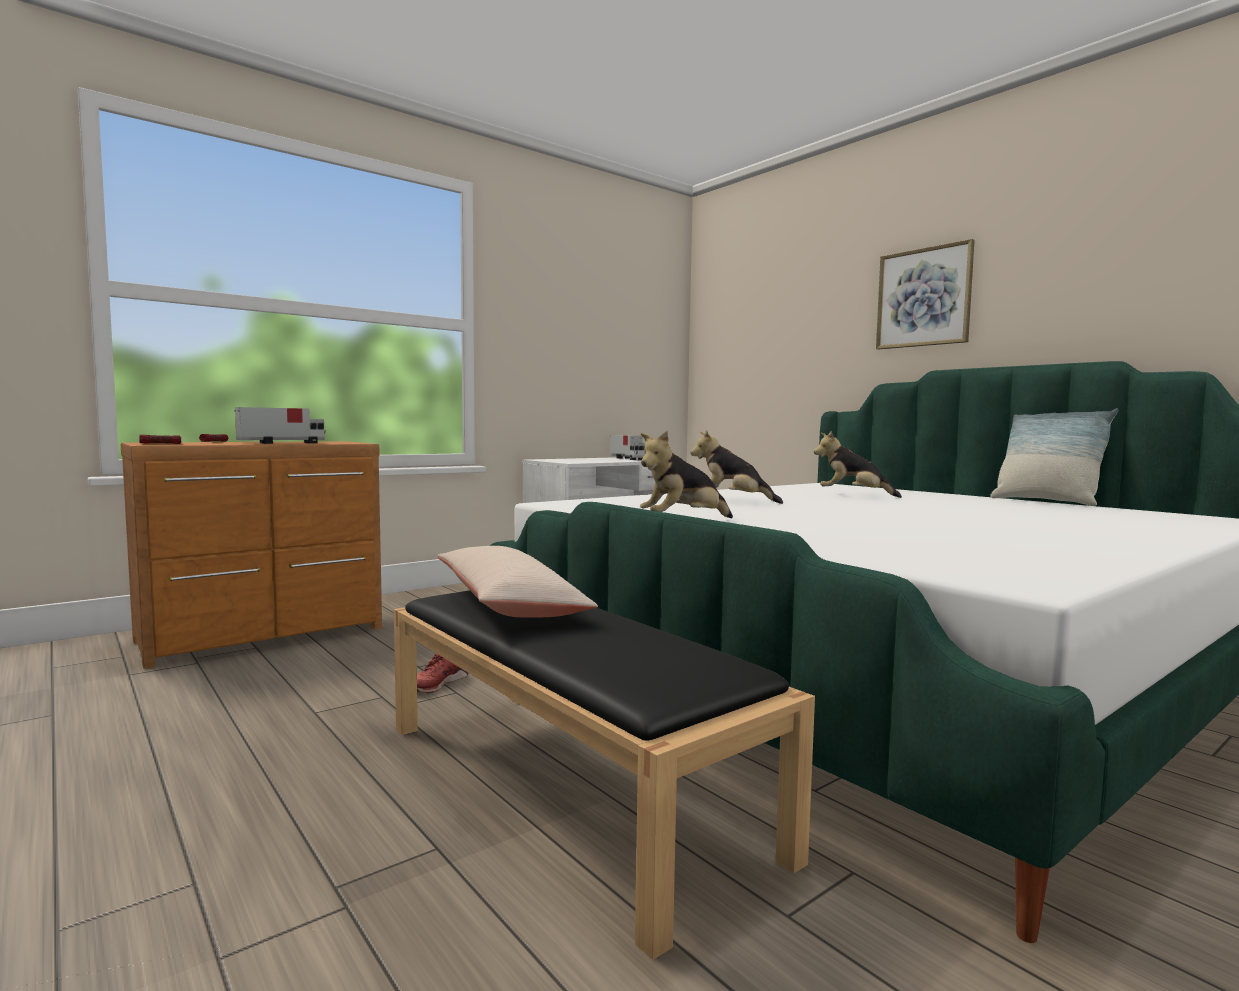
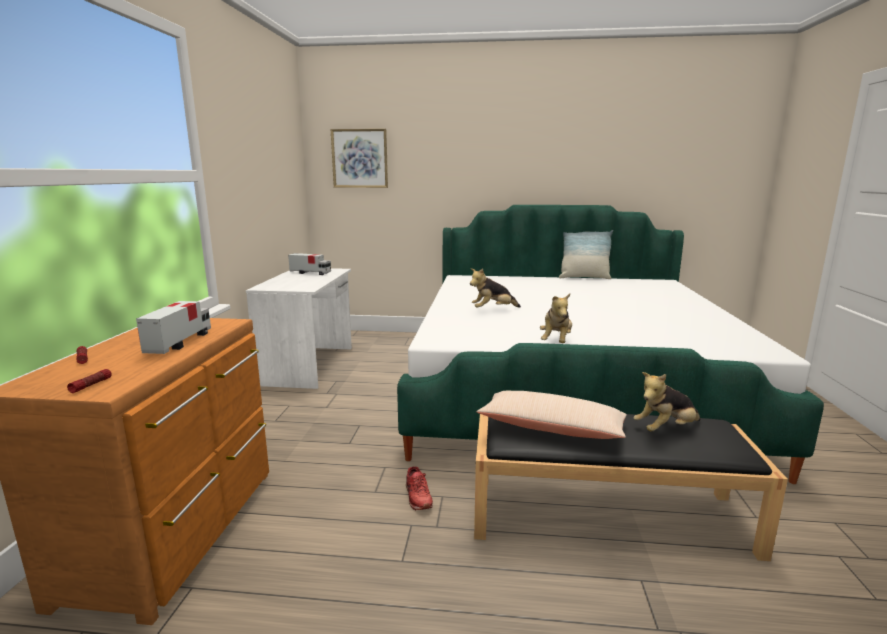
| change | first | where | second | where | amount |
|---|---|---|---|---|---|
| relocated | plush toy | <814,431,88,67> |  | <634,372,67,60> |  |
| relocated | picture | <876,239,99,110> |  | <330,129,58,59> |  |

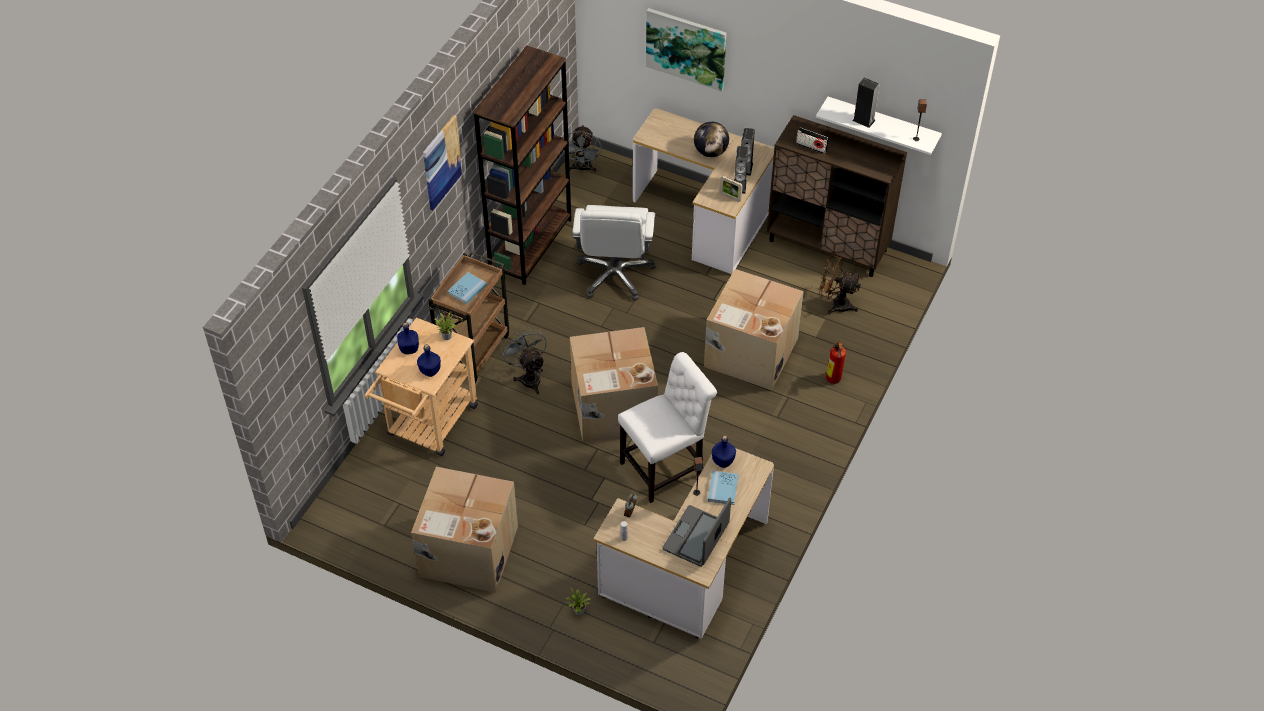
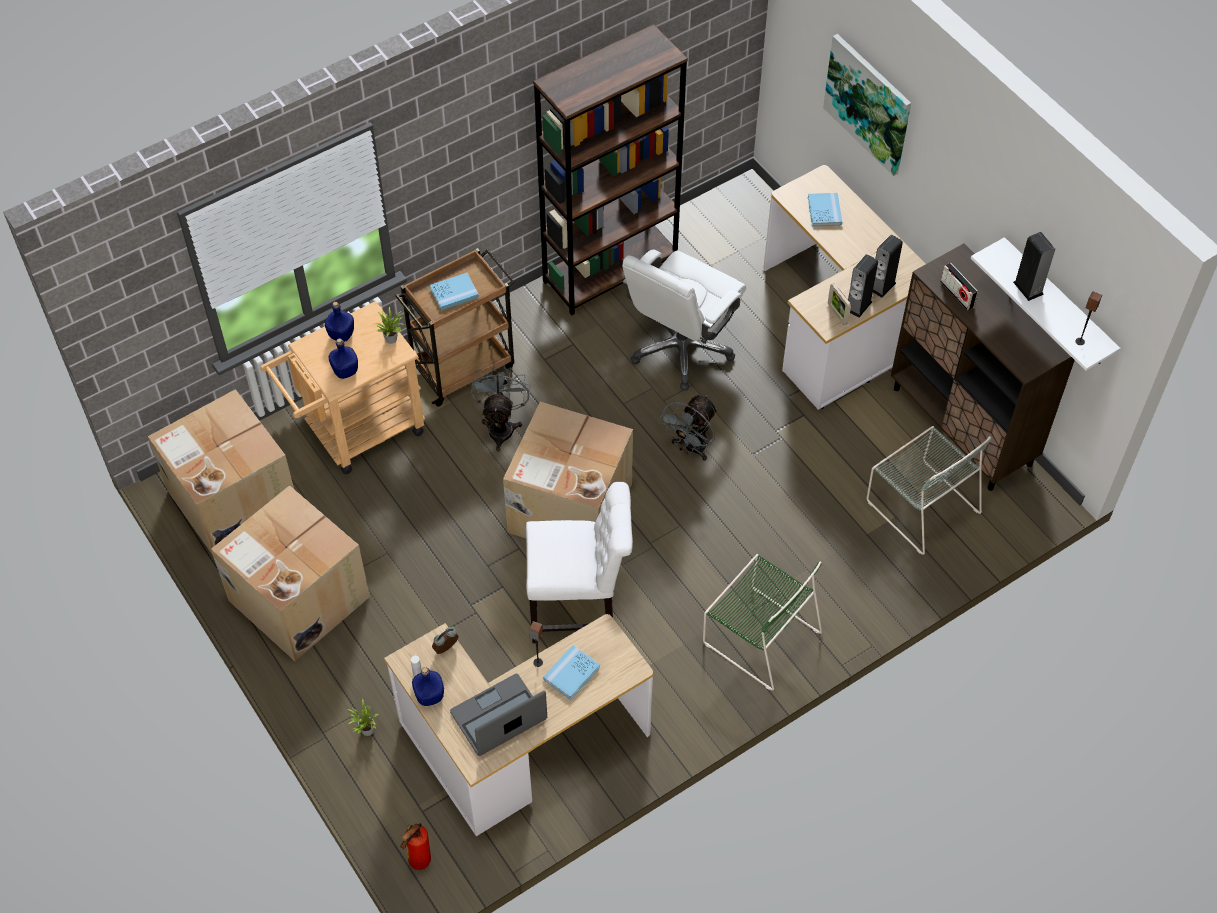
| change | first | where | second | where | amount |
|---|---|---|---|---|---|
| missing | picture | <423,115,40,95> |  |  |  |
| missing | globe | <694,122,35,35> |  |  |  |
| appeared |  |  | green chair | <703,554,119,136> |  |
| appeared |  |  | blue book | <808,193,34,34> |  |
| relocated | grey fan | <561,125,41,48> |  | <658,395,60,66> |  |
| relocated | cardboard box | <704,269,100,121> |  | <148,389,146,166> |  |
| relocated | blue bottle | <712,435,24,33> |  | <412,667,32,39> |  |
| relocated | fire extinguisher | <826,341,20,43> |  | <400,823,31,47> |  |
| exchanged | brown fan | <819,255,42,59> | grey chair | <867,426,124,129> |  |

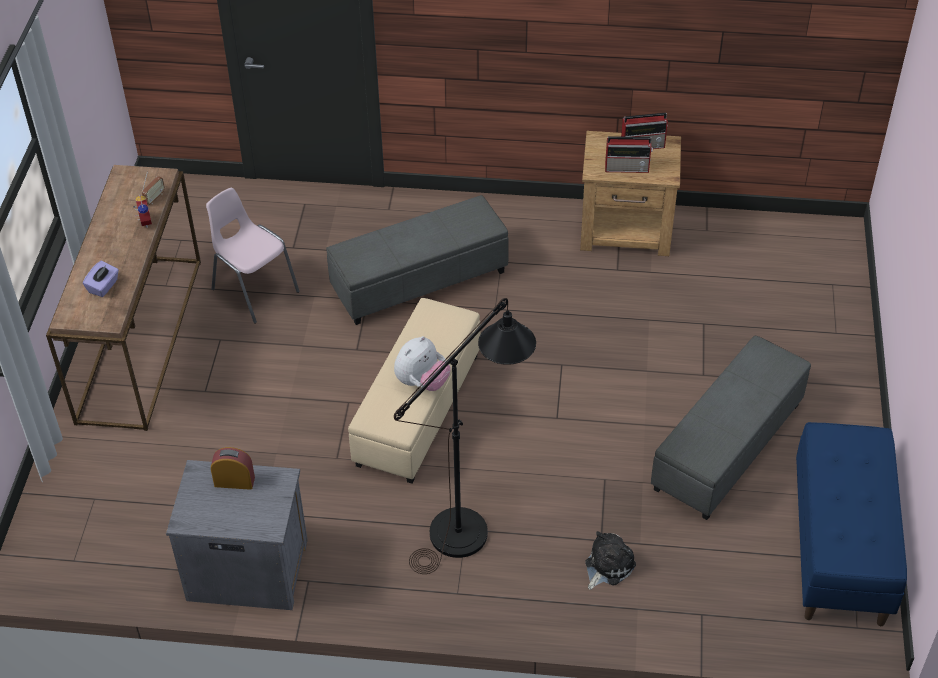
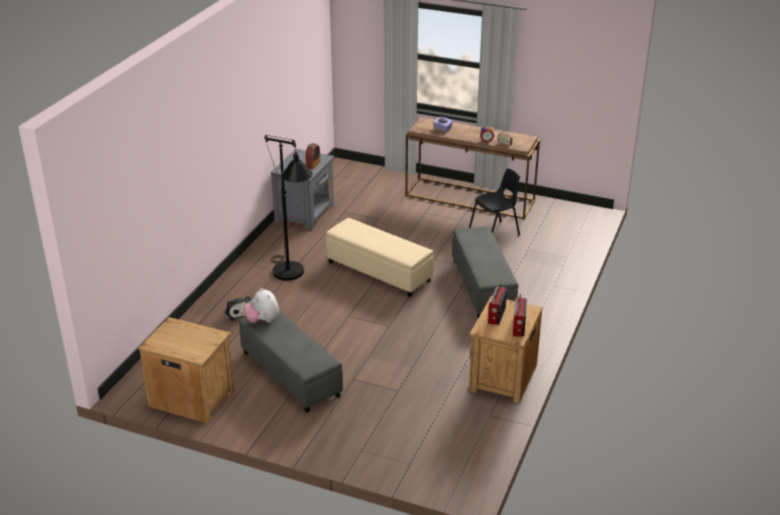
| change | first | where | second | where | amount |
|---|---|---|---|---|---|
| relocated | plush toy | <394,336,57,55> |  | <244,288,35,35> |  |
| exchanged | blue bench | <796,422,111,204> | brown nightstand | <138,317,96,106> |  |
| colour | pink chair | <206,188,94,136> | black chair | <469,168,51,68> |  |

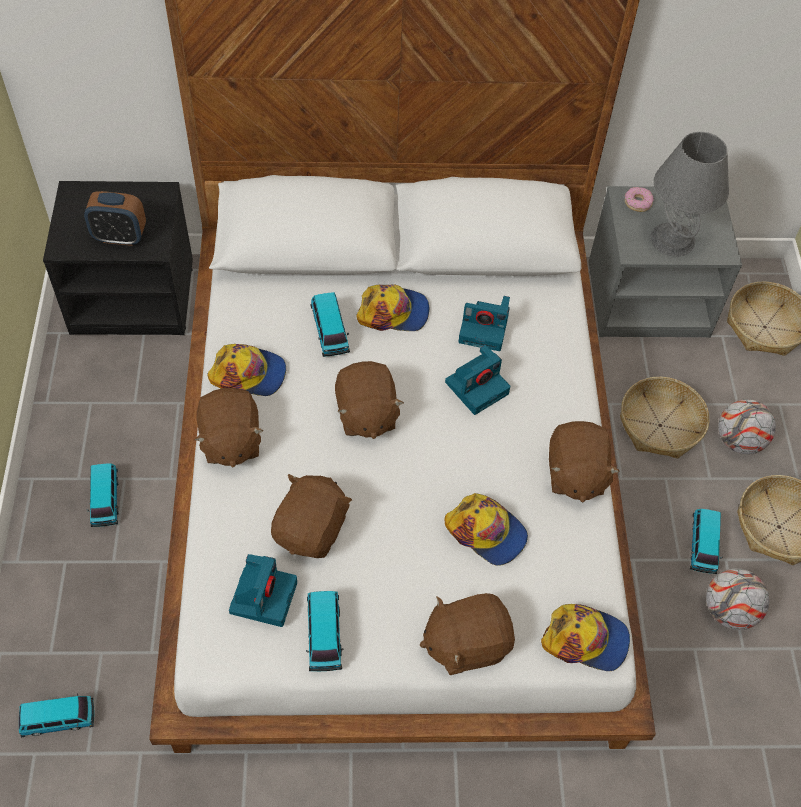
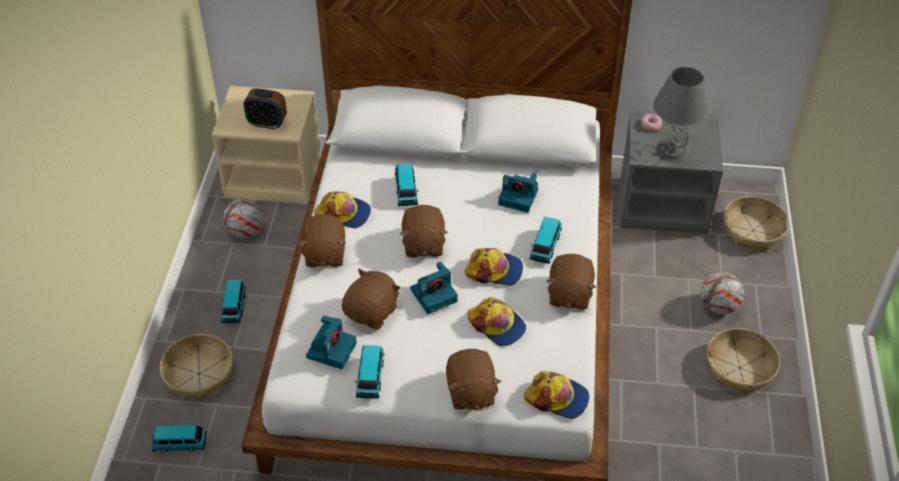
| change | first | where | second | where | amount |
|---|---|---|---|---|---|
| relocated | cap | <356,284,73,47> |  | <465,248,58,38> |  |
| relocated | photo camera | <445,345,65,70> |  | <410,262,48,52> |  |
| relocated | basket | <620,377,89,81> |  | <160,334,73,66> |  |
| relocated | toy car | <690,509,33,65> |  | <529,217,33,47> |  |
| relocated | football | <706,568,63,62> |  | <224,198,40,40> |  |
| colour | black nightstand | <43,181,150,154> | beige nightstand | <211,86,110,118> |  |
| spun | brown plush toy | <420,593,95,82> |  | <446,349,55,62> | 90 degrees counterclockwise |

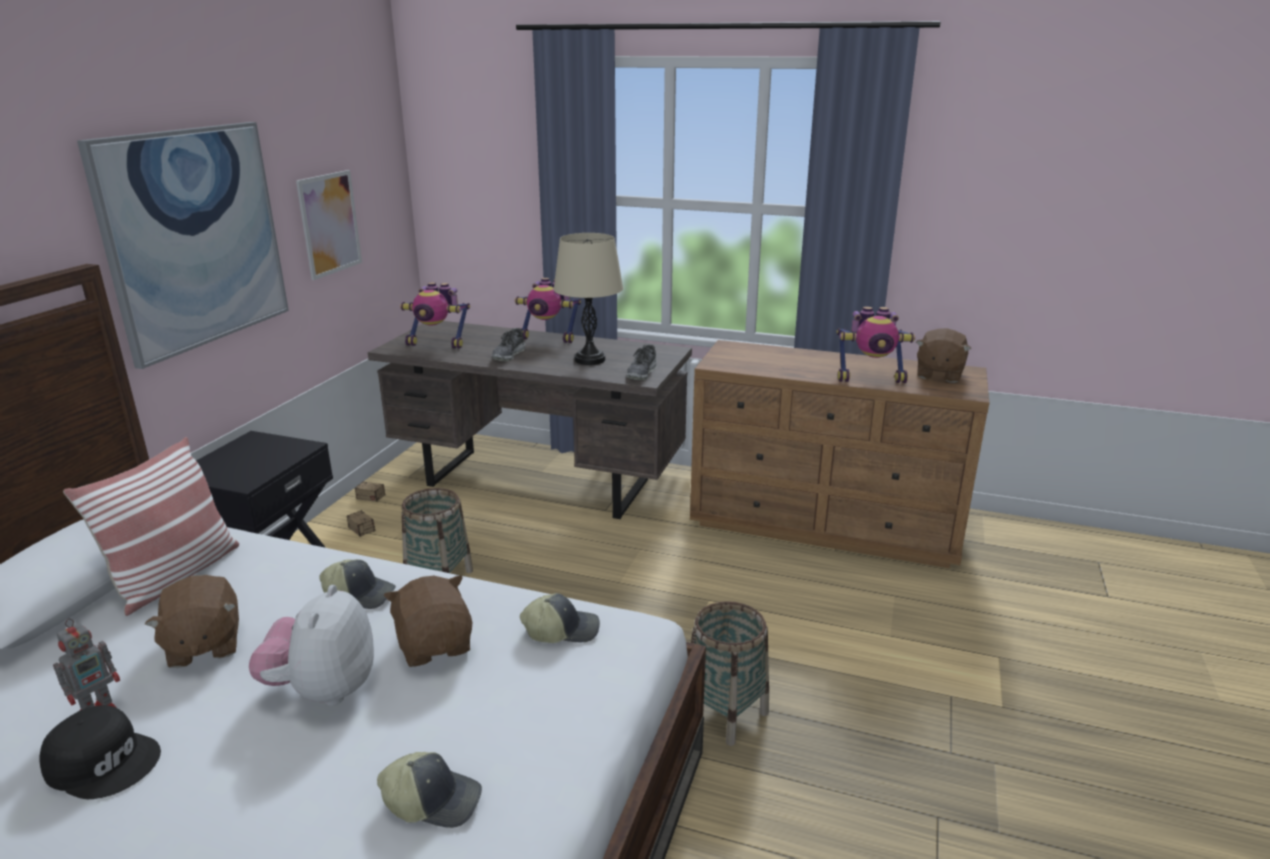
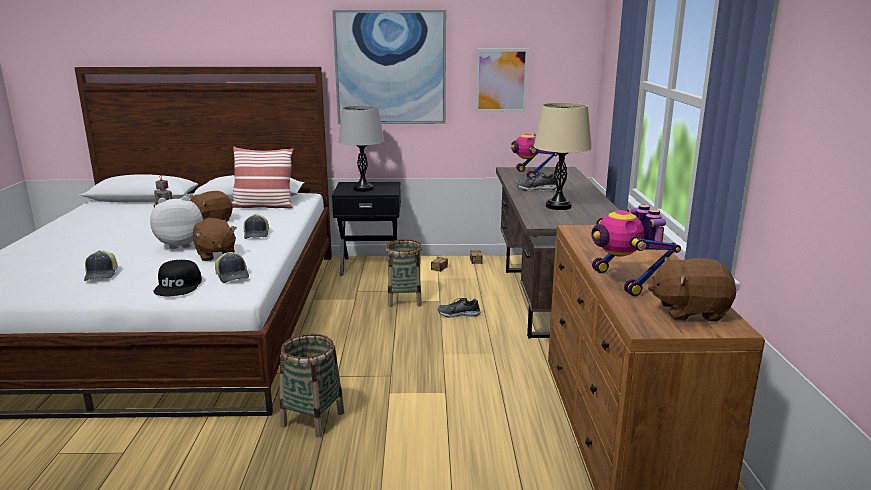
| change | first | where | second | where | amount |
|---|---|---|---|---|---|
| missing | toy robot | <514,278,67,65> |  |  |  |
| appeared |  |  | grey table lamp | <339,106,45,86> |  |
| relocated | black cap | <40,705,121,94> |  | <153,260,49,36> |  |
| relocated | shoe | <626,345,31,35> |  | <437,298,44,20> |  |
| spun | brown plush toy | <384,575,88,92> |  | <192,218,45,43> | 105 degrees clockwise |

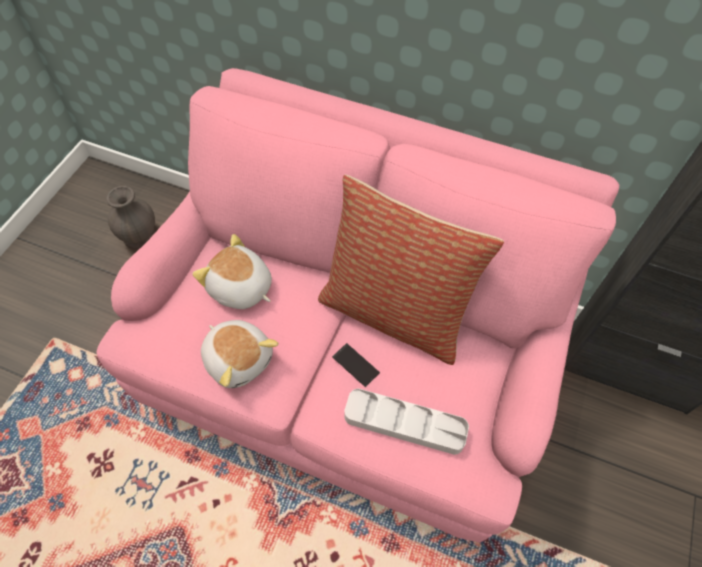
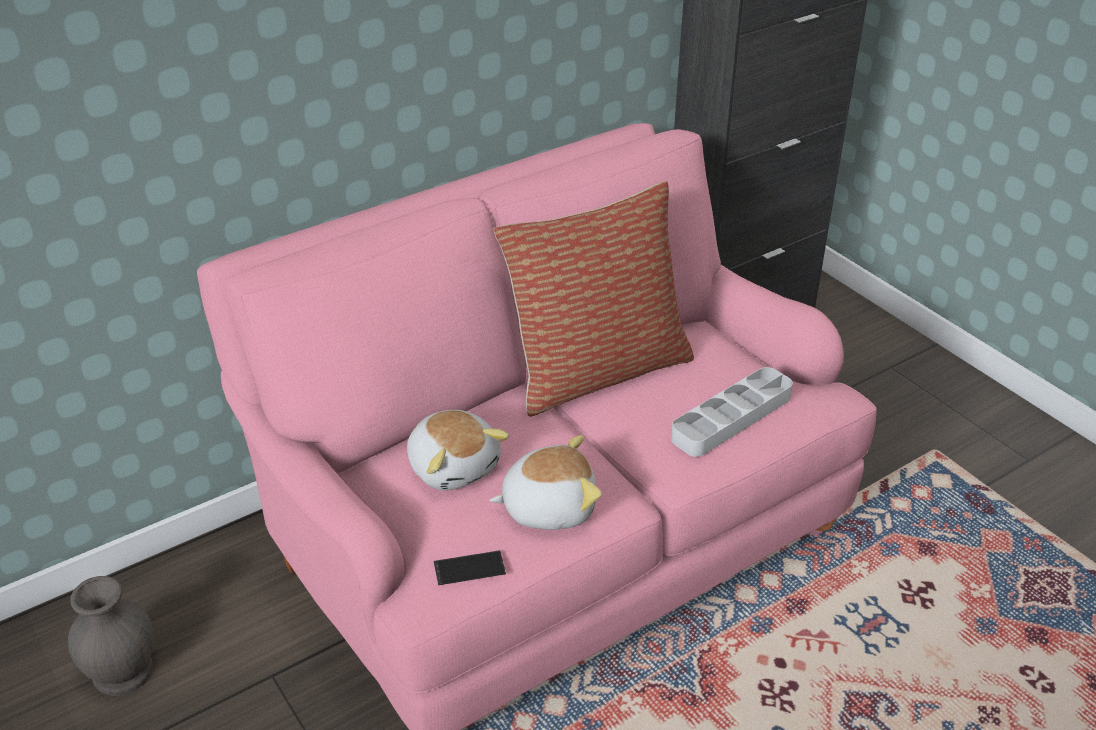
| change | first | where | second | where | amount |
|---|---|---|---|---|---|
| relocated | phone | <332,343,48,44> |  | <434,550,72,35> |  |
| spun | plush toy | <192,234,80,75> |  | <407,410,102,81> | 105 degrees counterclockwise |

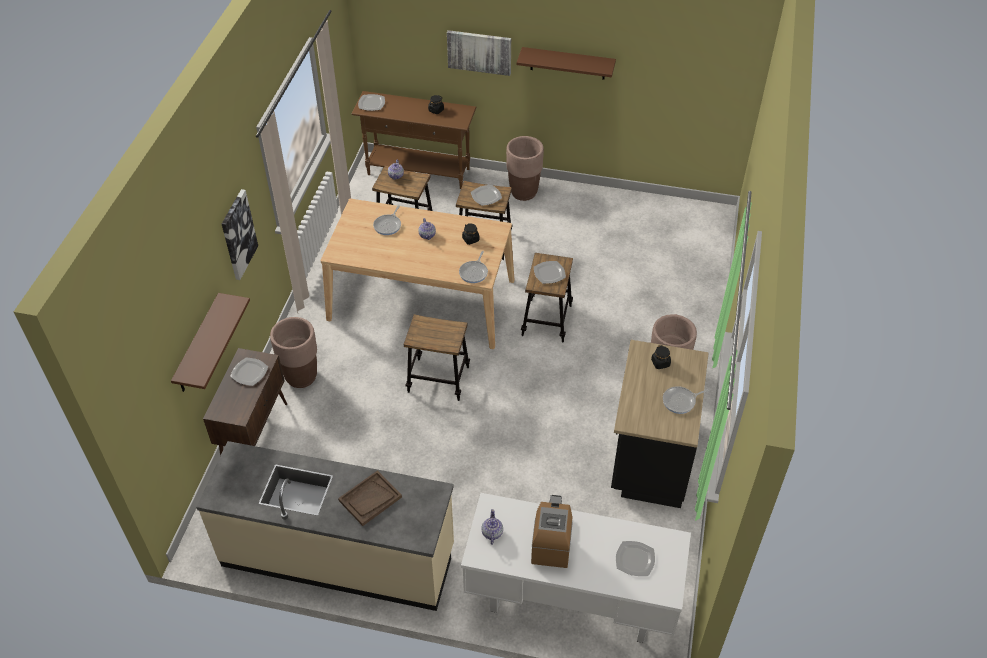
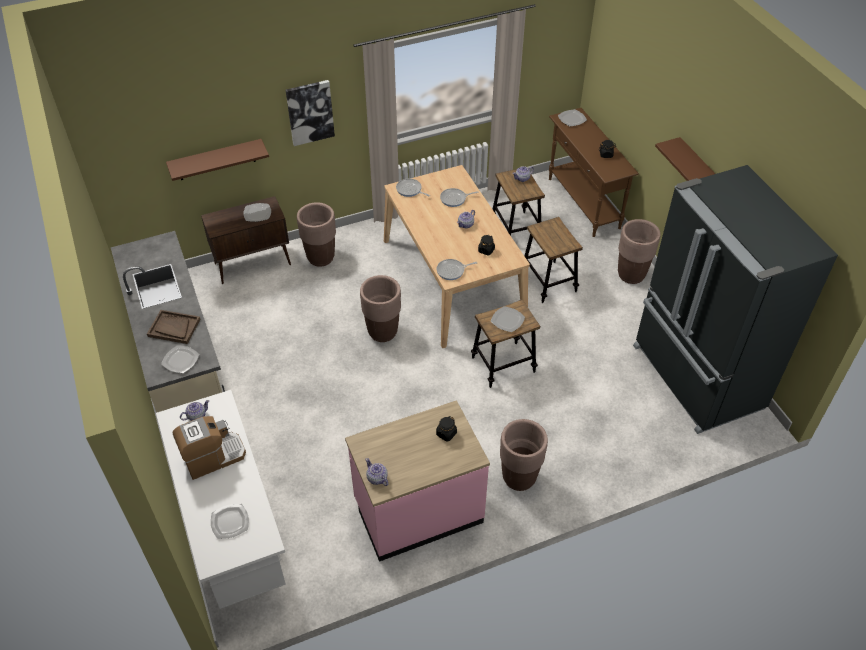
| change | first | where | second | where | amount |
|---|---|---|---|---|---|
| missing | picture | <447,30,64,46> |  |  |  |
| appeared |  |  | teapot | <365,458,23,28> |  |
| appeared |  |  | black fridge | <633,165,205,269> |  |
| relocated | plate | <471,185,31,21> |  | <161,345,38,28> |  |
| relocated | frying pan | <663,386,47,28> |  | <396,178,34,19> |  |
| exchanged | stool | <404,314,66,87> | brown planter | <360,275,41,67> |  |
| colour | black counter | <611,340,98,168> | pink counter | <345,400,145,162> |  |

